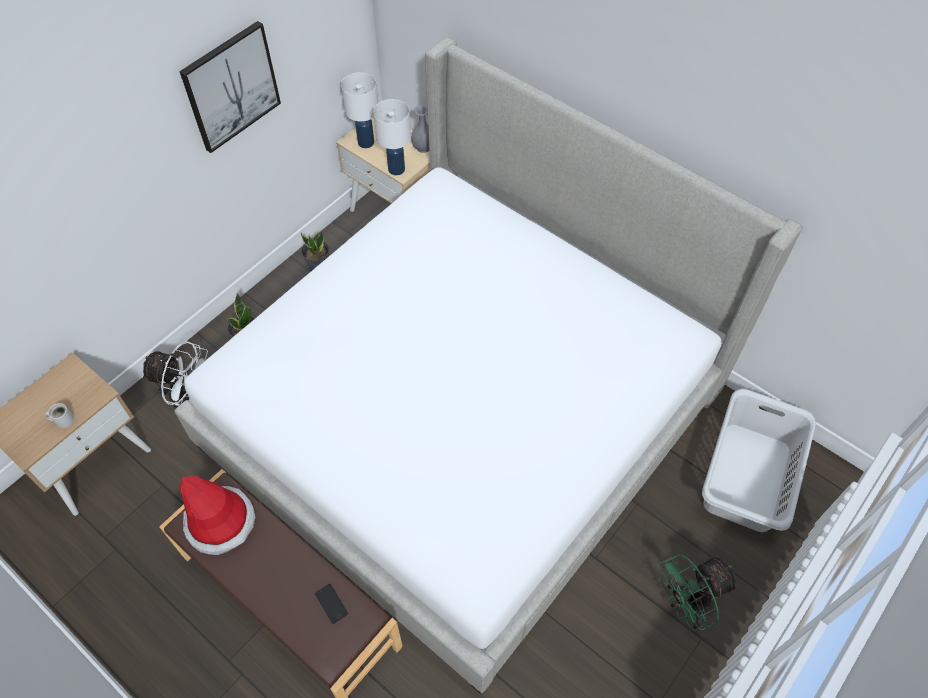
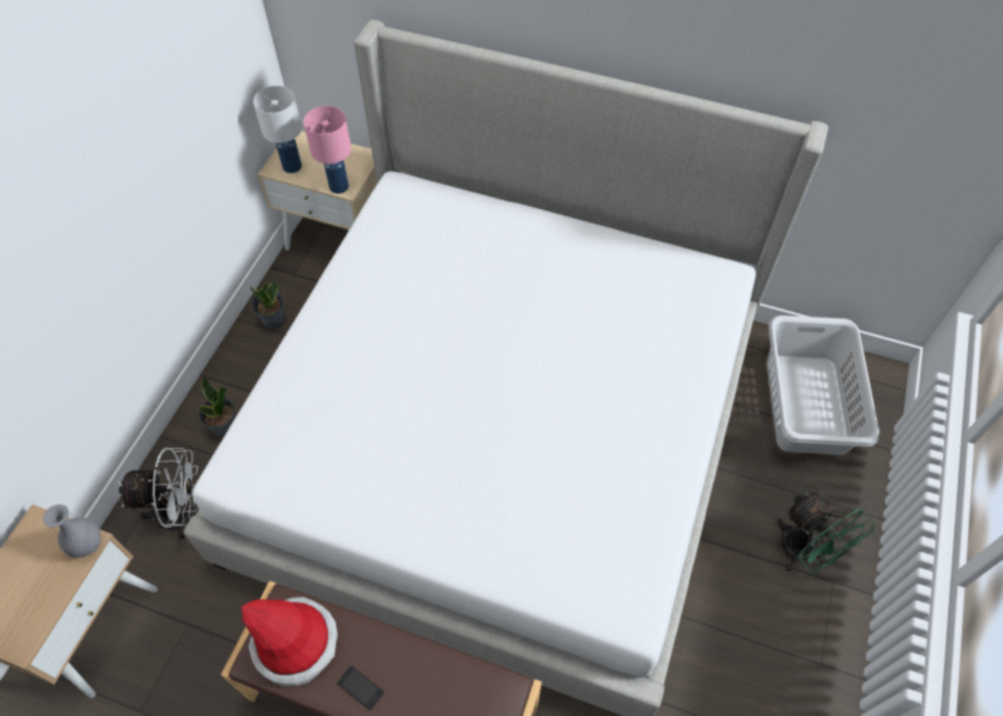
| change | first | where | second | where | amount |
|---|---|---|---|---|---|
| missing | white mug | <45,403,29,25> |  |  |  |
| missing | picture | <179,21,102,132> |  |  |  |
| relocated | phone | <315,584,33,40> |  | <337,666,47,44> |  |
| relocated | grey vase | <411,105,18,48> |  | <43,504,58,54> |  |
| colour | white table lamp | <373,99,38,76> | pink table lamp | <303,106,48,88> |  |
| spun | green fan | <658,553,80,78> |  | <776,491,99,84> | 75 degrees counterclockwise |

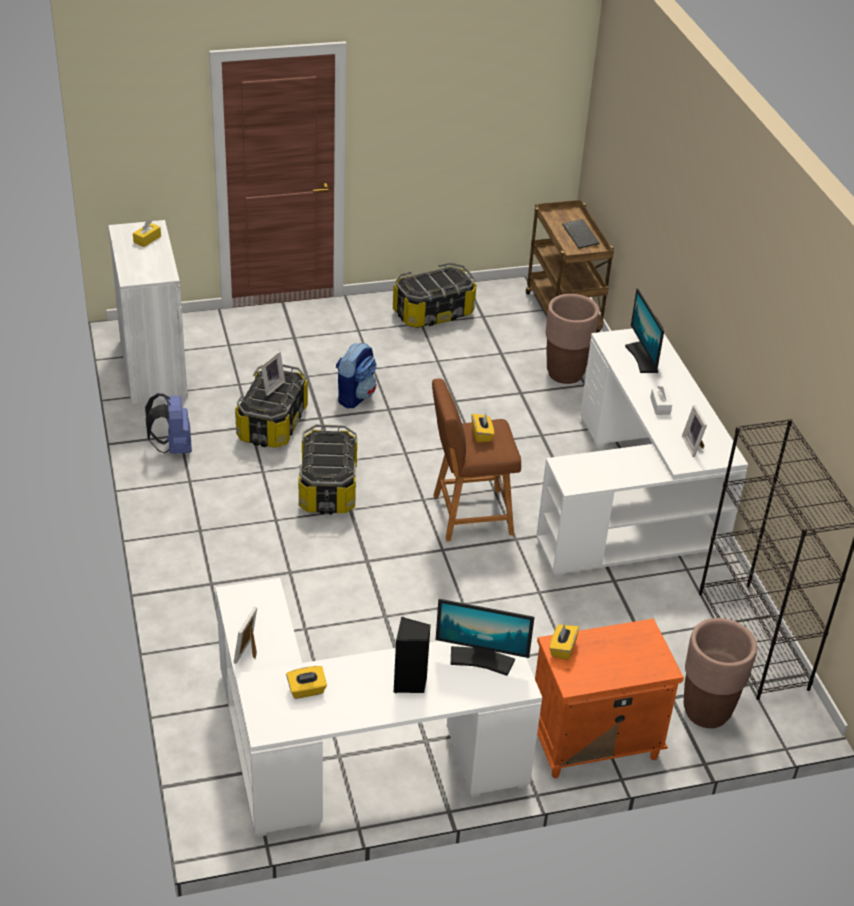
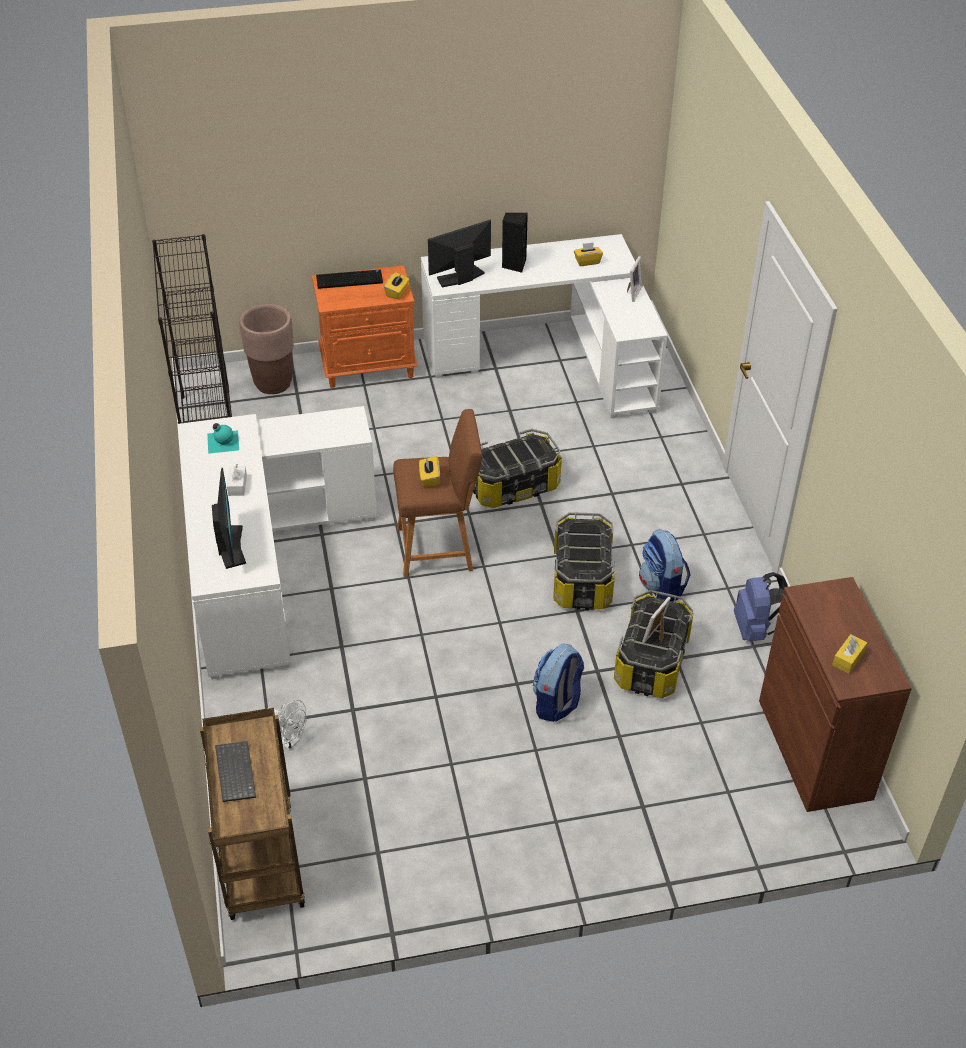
| change | first | where | second | where | amount |
|---|---|---|---|---|---|
| appeared |  |  | keyboard | <316,269,67,20> |  |
| appeared |  |  | backpack | <639,529,52,73> |  |
| relocated | storage box | <393,262,83,66> |  | <473,429,89,79> |  |
| exchanged | brown planter | <546,294,53,90> | white fan | <267,699,39,52> |  |
| exchanged | picture frame | <682,405,25,52> | turquoise bottle | <207,423,32,31> |  |
| colour | white cabinet | <108,220,80,184> | brown cabinet | <759,577,153,235> |  |
| spun | monitor | <436,599,98,77> |  | <428,219,63,68> | 45 degrees counterclockwise |

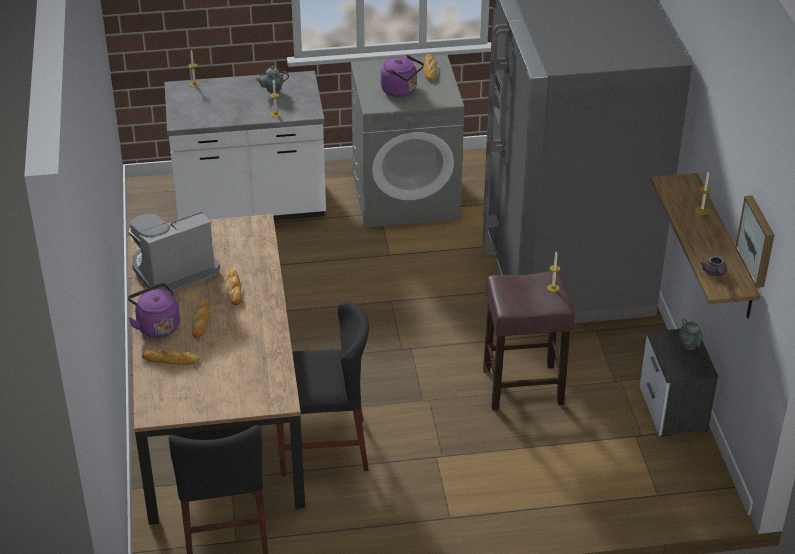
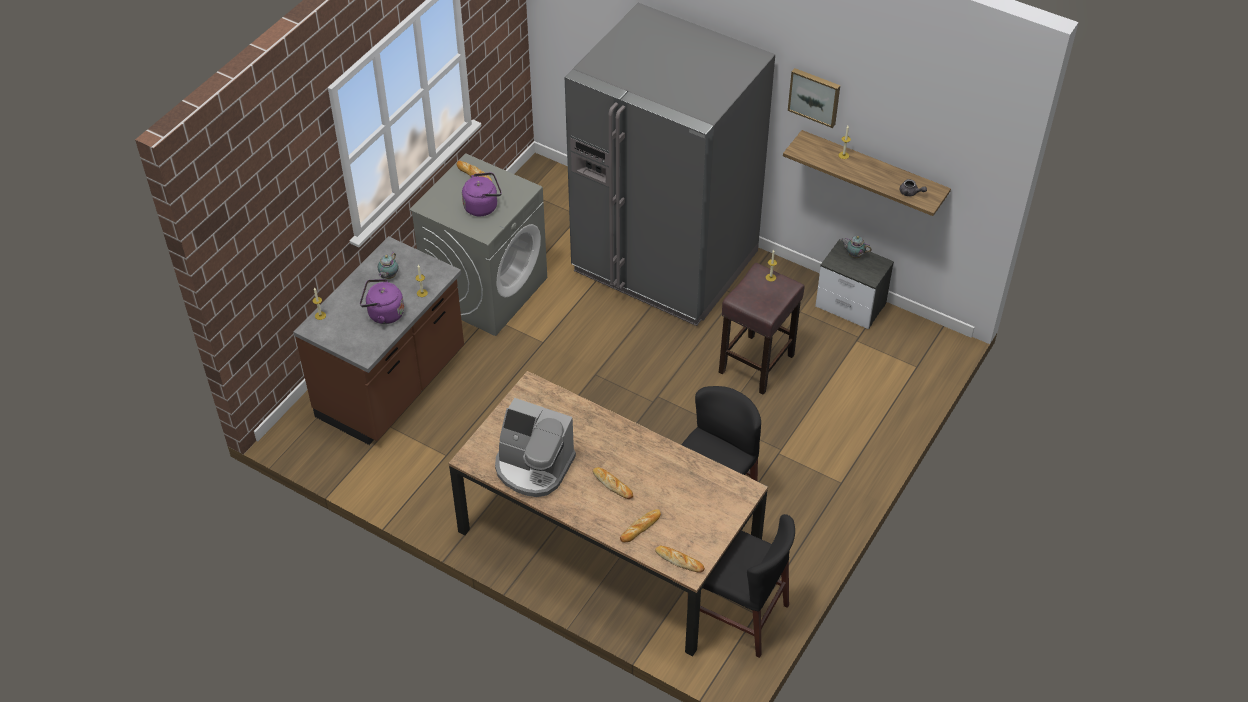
| change | first | where | second | where | amount |
|---|---|---|---|---|---|
| relocated | purple kettle | <128,283,52,55> |  | <360,279,44,45> |  |
| relocated | bread | <225,269,17,36> |  | <655,546,50,27> |  |
| relocated | picture | <735,195,39,93> |  | <788,68,52,60> |  |
| colour | white counter | <164,71,162,150> | brown counter | <293,236,171,209> |  |
| spun | coffee machine | <129,212,91,80> |  | <495,398,81,99> | 75 degrees counterclockwise |

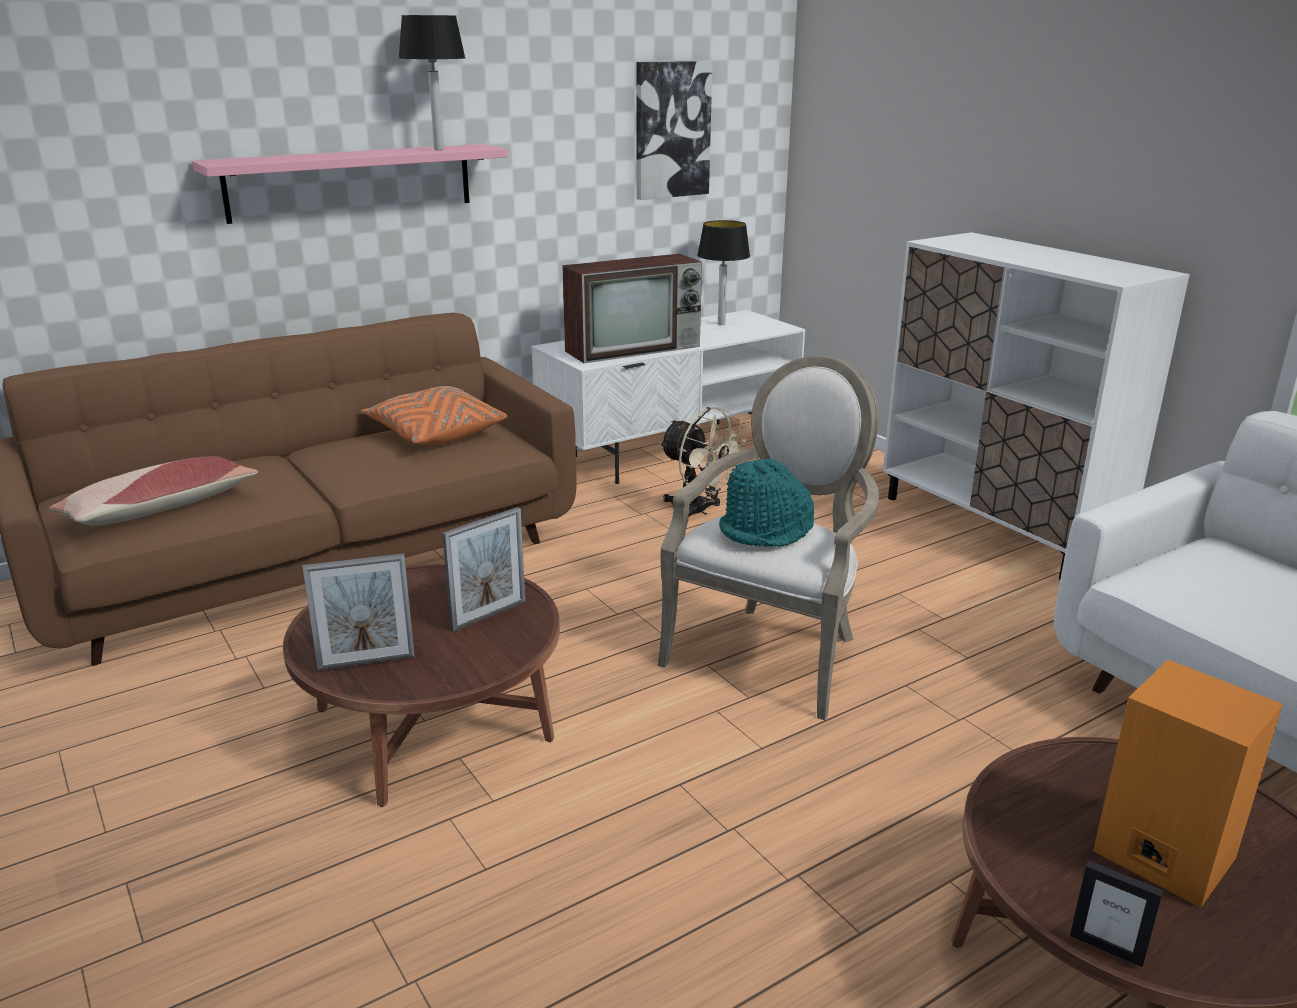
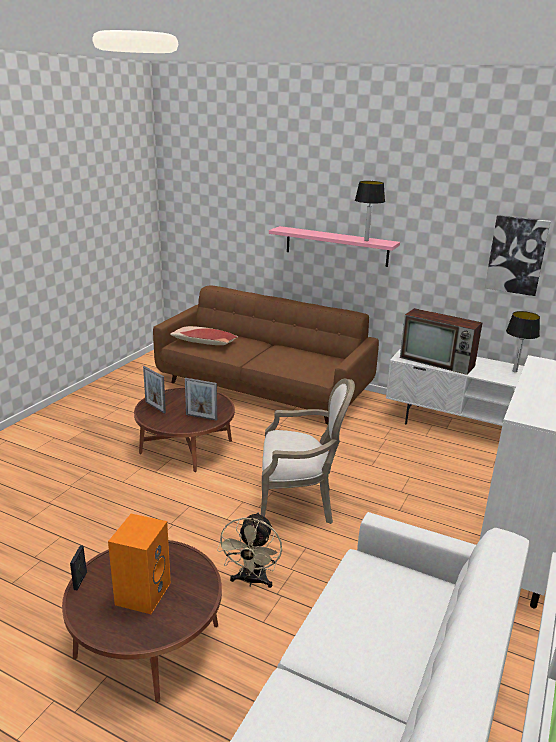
| change | first | where | second | where | amount |
|---|---|---|---|---|---|
| missing | orange pillow | <361,386,147,59> |  |  |  |
| missing | turquoise hat | <719,459,95,88> |  |  |  |
| relocated | beige fan | <659,407,88,111> |  | <217,512,65,76> |  |

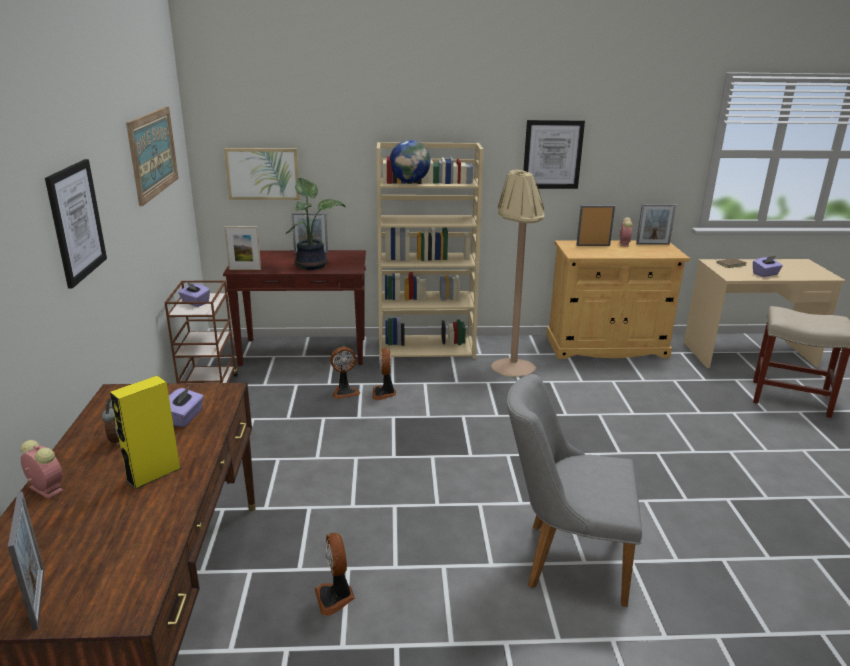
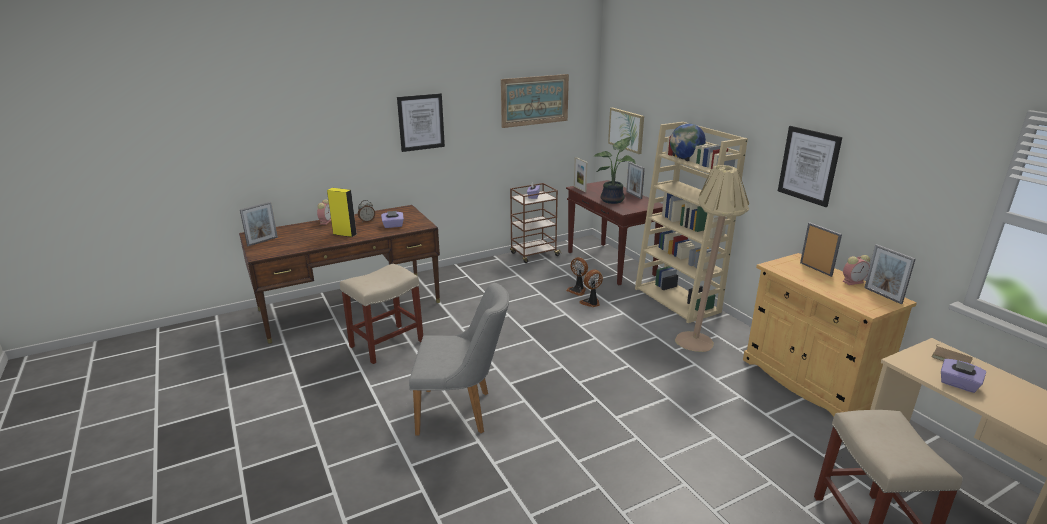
| change | first | where | second | where | amount |
|---|---|---|---|---|---|
| exchanged | fan | <315,533,40,83> | beige stool | <340,264,83,100> |  |
| spun | grey chair | <507,374,135,233> |  | <409,283,100,153> | 105 degrees clockwise |

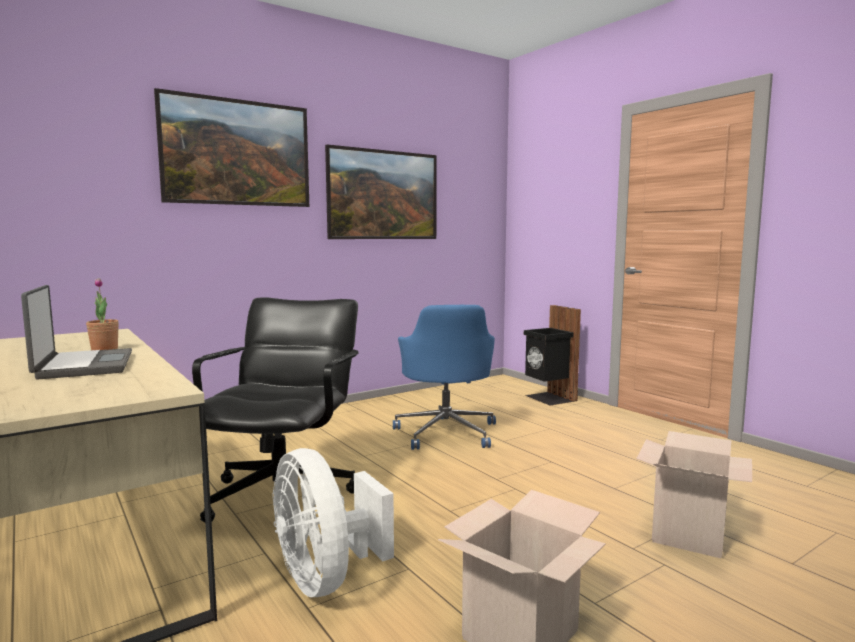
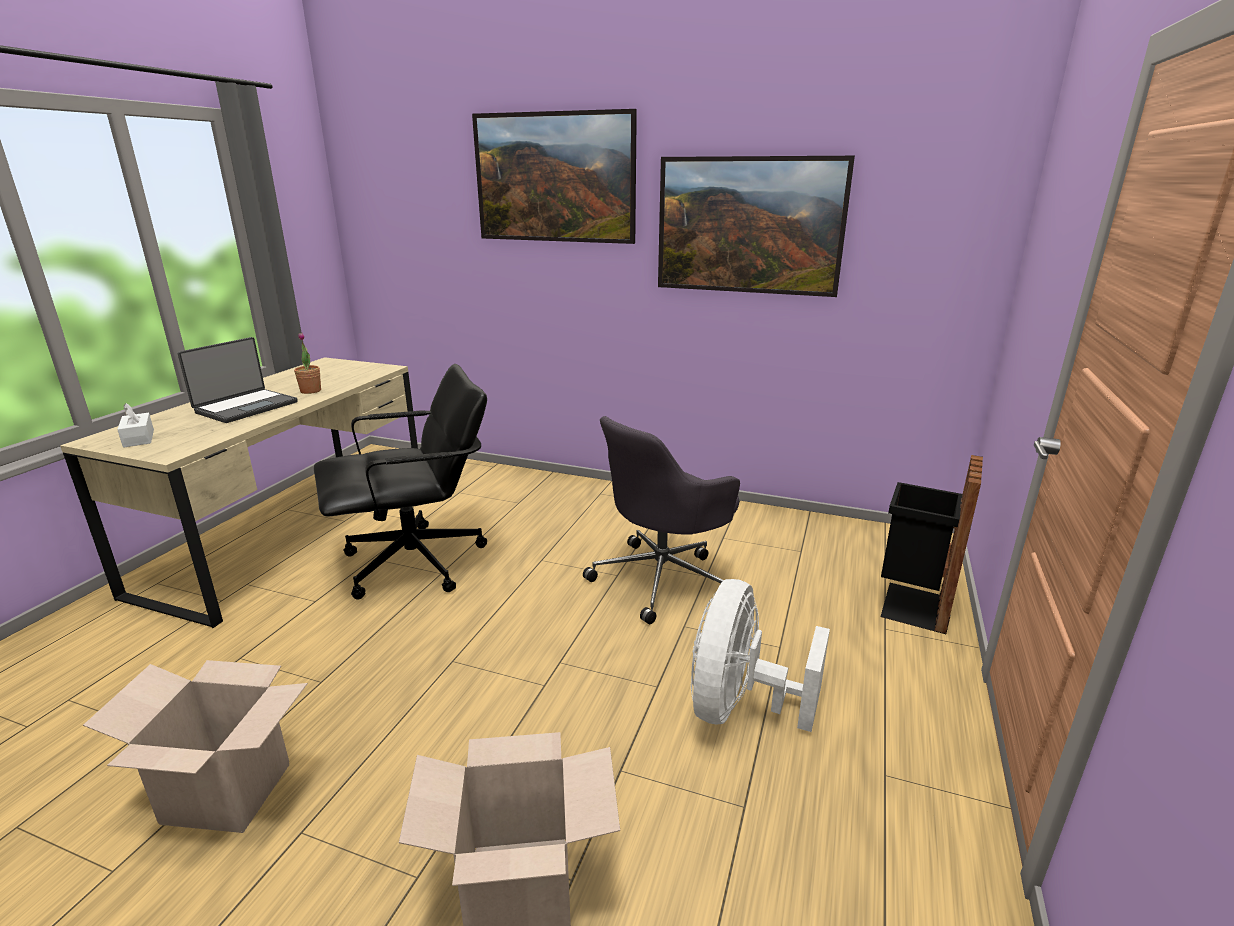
| change | first | where | second | where | amount |
|---|---|---|---|---|---|
| appeared |  |  | white tissue box | <117,403,37,45> |  |
| relocated | white fan | <273,448,121,149> |  | <691,579,139,153> |  |
| colour | blue office chair | <393,305,103,145> | grey office chair | <583,416,157,208> |  |

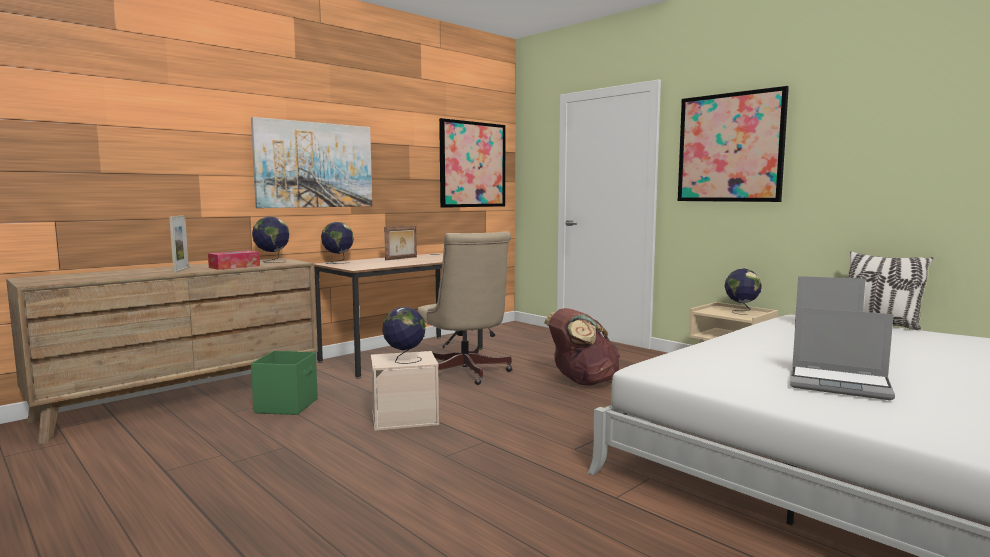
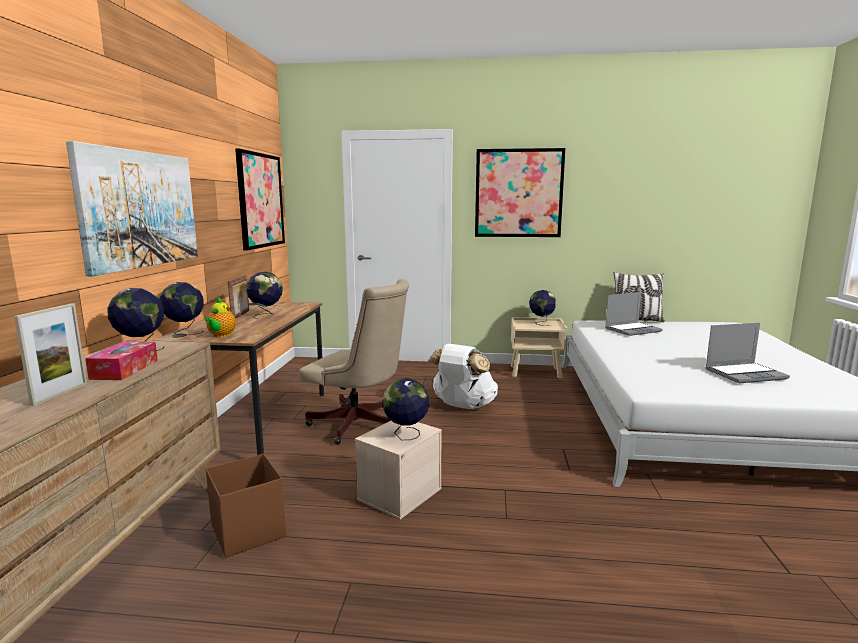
| change | first | where | second | where | amount |
|---|---|---|---|---|---|
| appeared |  |  | teapot | <205,297,31,40> |  |
| appeared |  |  | globe | <246,271,37,48> |  |
| colour | green storage box | <251,351,67,64> | brown storage box | <206,454,80,104> |  |
| colour | brown backpack | <544,308,77,78> | white backpack | <427,344,71,65> |  |
| spun | picture frame | <169,215,20,58> |  | <14,303,73,103> | 60 degrees clockwise |

